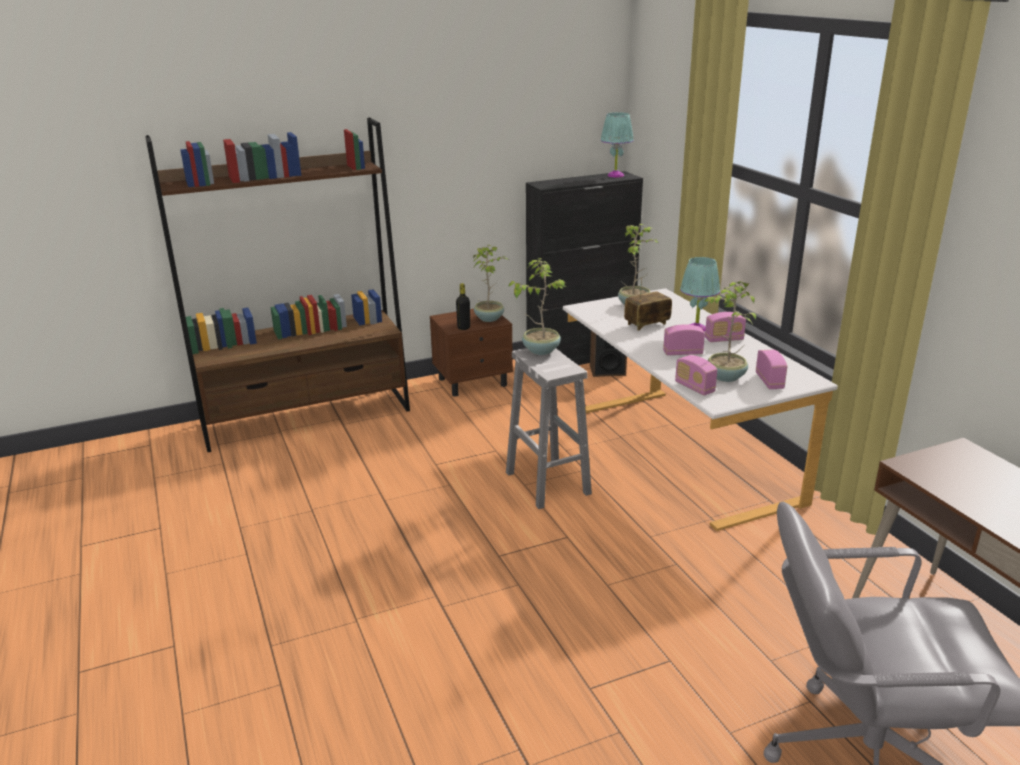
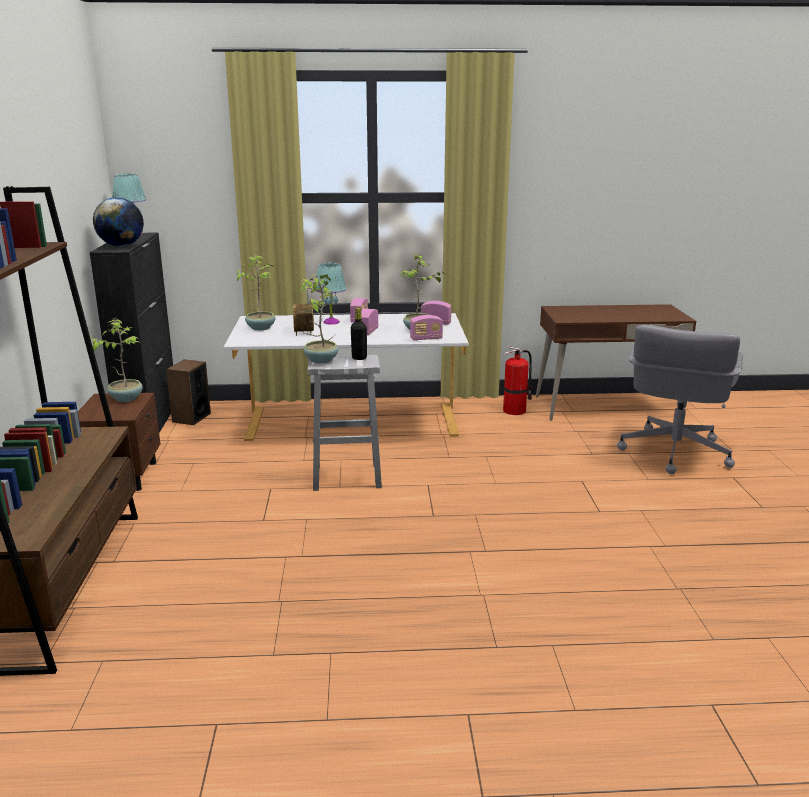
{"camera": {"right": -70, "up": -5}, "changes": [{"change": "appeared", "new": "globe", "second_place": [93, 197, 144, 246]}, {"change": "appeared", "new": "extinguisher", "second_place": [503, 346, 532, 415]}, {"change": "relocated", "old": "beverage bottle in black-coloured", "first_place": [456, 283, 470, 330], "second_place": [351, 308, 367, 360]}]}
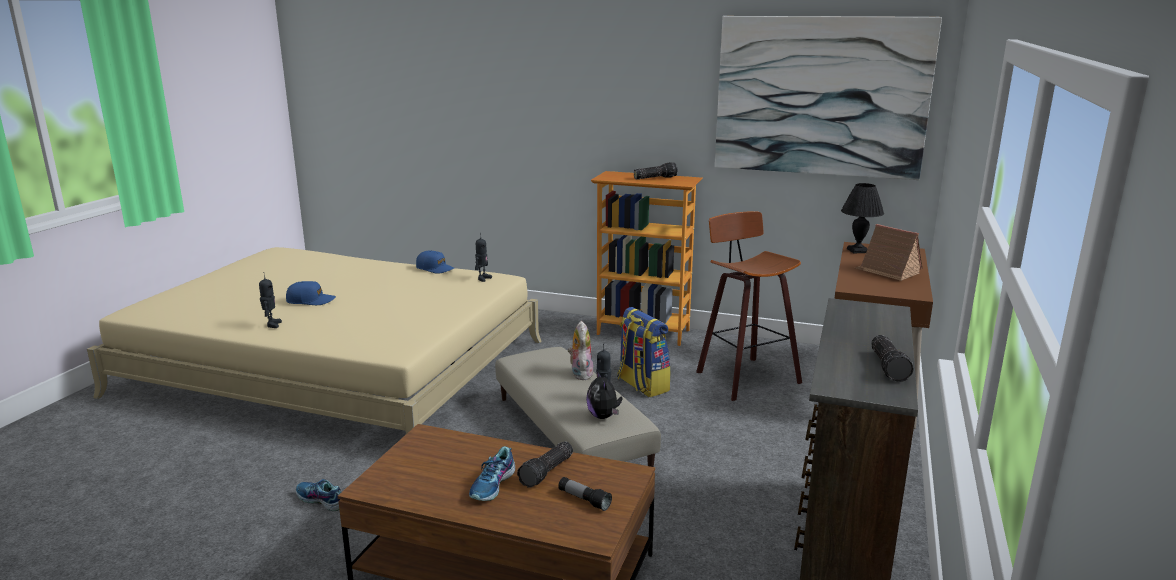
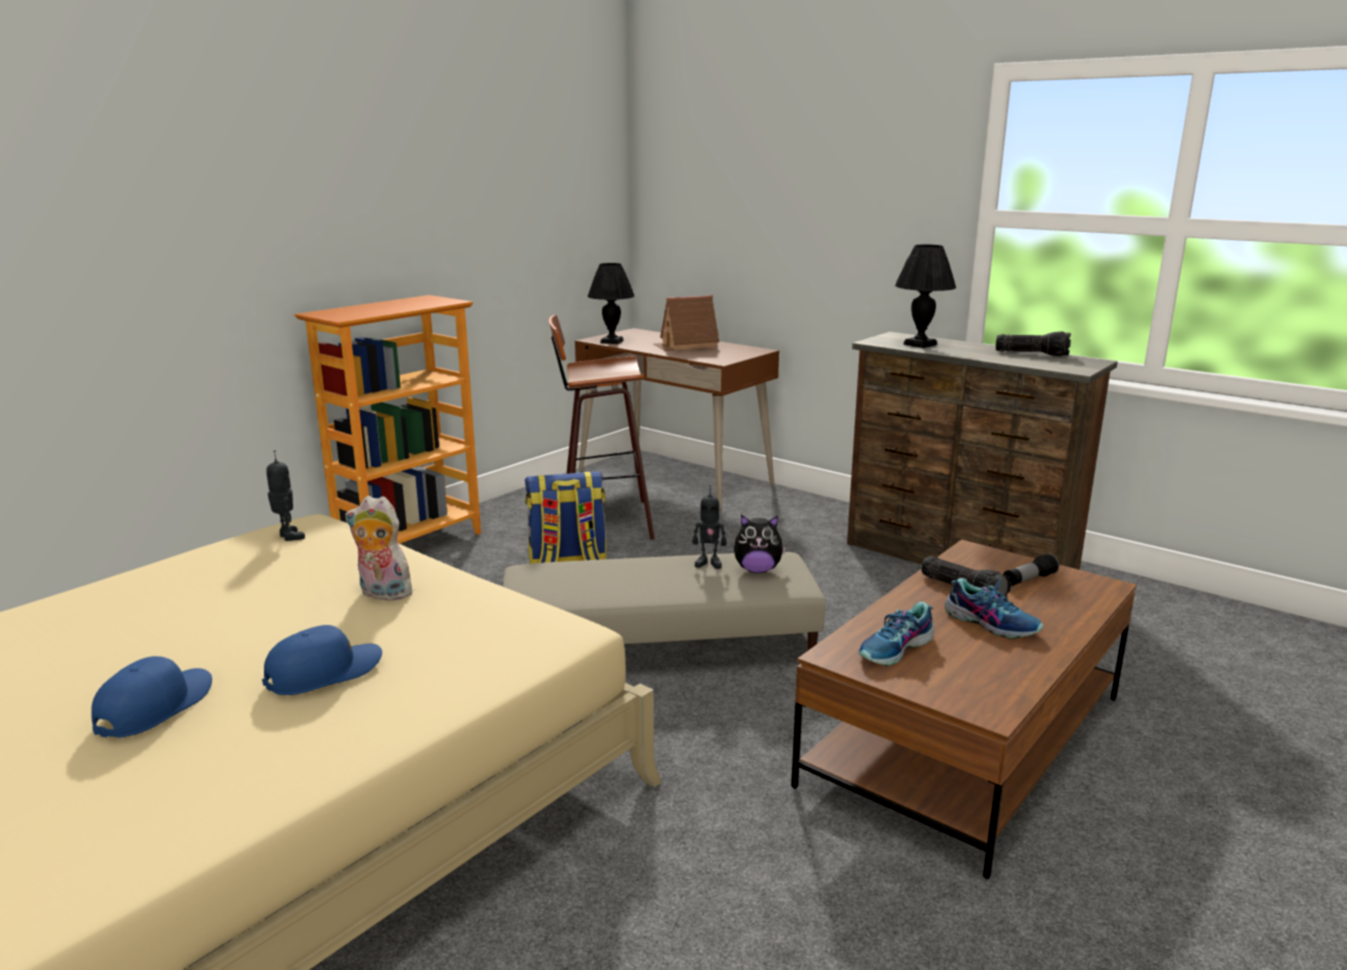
{"camera": {"right": -70, "up": 0}, "changes": [{"change": "missing", "old": "robot figure", "first_place": [259, 275, 282, 328]}, {"change": "missing", "old": "hand torch", "first_place": [634, 162, 678, 180]}, {"change": "missing", "old": "wall picture", "first_place": [715, 16, 942, 180]}, {"change": "appeared", "new": "table lamp in black-coloured", "second_place": [895, 244, 956, 348]}, {"change": "relocated", "old": "shoe", "first_place": [296, 479, 341, 511], "second_place": [859, 602, 934, 666]}, {"change": "relocated", "old": "baseball cap in bluish", "first_place": [416, 251, 454, 274], "second_place": [262, 625, 382, 695]}, {"change": "relocated", "old": "cuddly toy", "first_place": [568, 321, 594, 380], "second_place": [345, 496, 415, 600]}]}
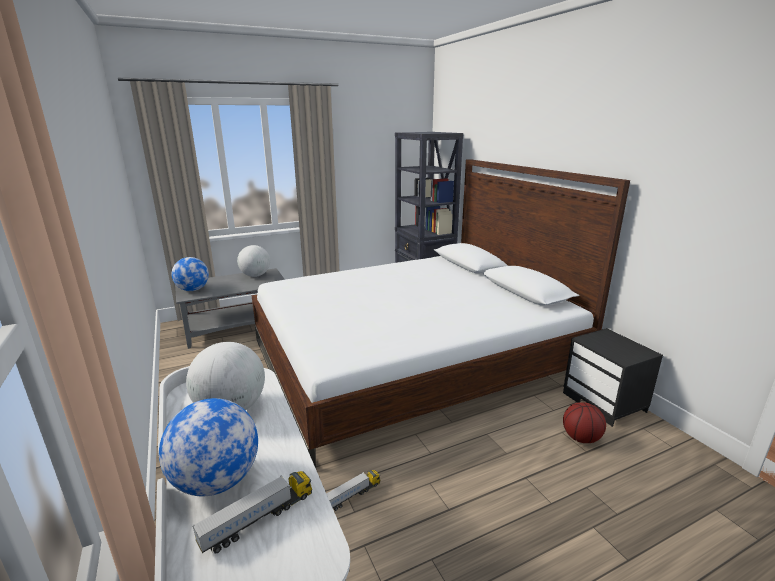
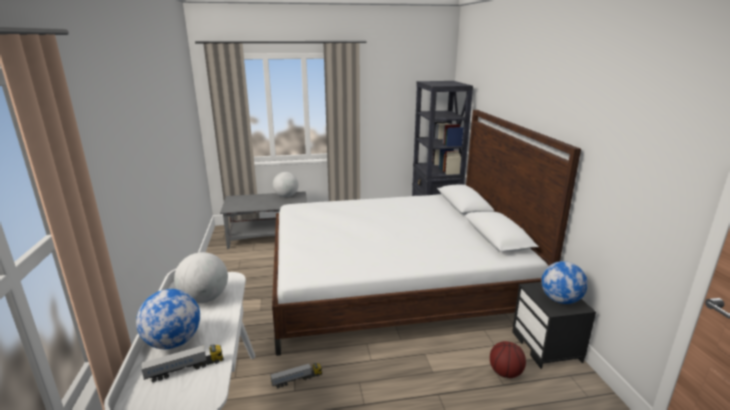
{"camera": {"right": 15, "up": 0}, "changes": [{"change": "relocated", "old": "globe", "first_place": [172, 257, 209, 291], "second_place": [541, 261, 588, 304]}]}
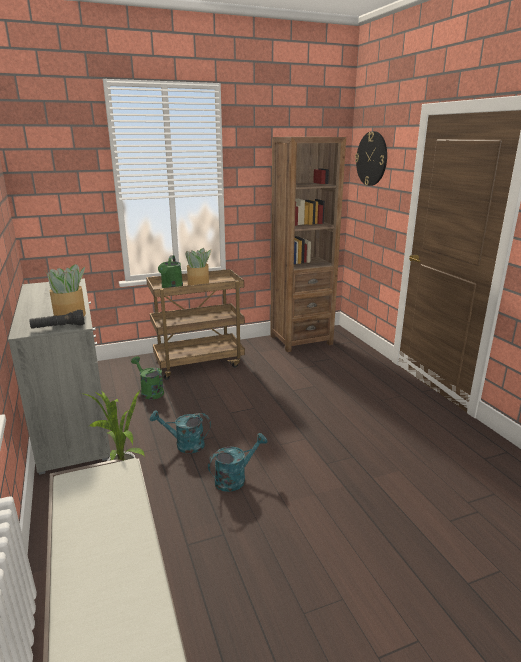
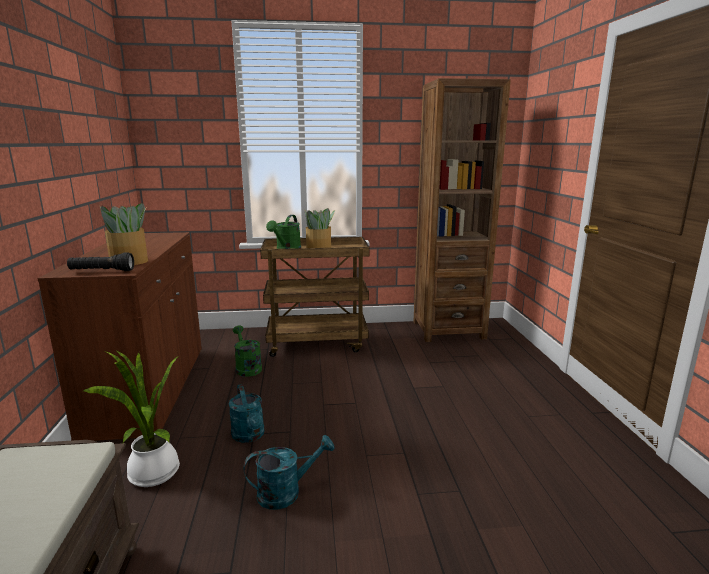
{"camera": {"right": 15, "up": -5}, "changes": [{"change": "missing", "old": "clock on the wall", "first_place": [355, 131, 387, 186]}, {"change": "colour", "old": "cupboard in greyish", "new": "cupboard in brownish", "first_place": [8, 278, 110, 475], "second_place": [37, 232, 202, 441]}, {"change": "spun", "old": "watering can in blue-green", "first_place": [150, 410, 211, 454], "second_place": [229, 384, 265, 443], "degrees": -135}]}
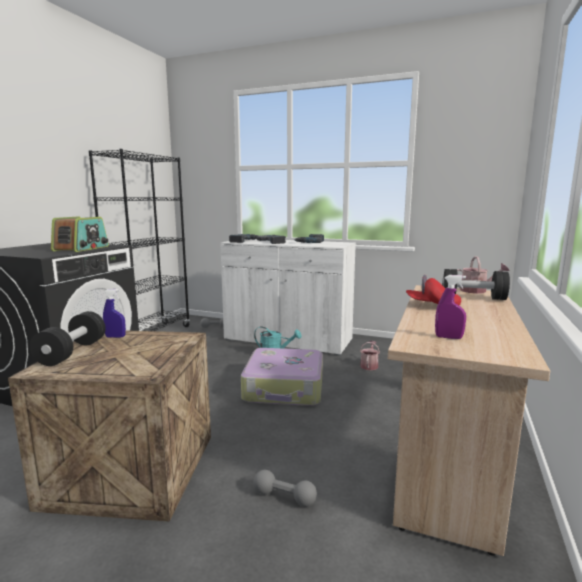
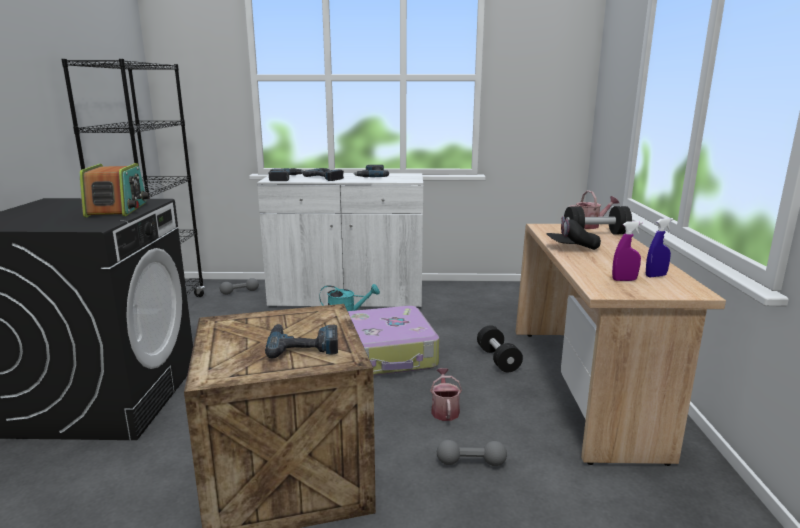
{"camera": {"right": -20, "up": 5}, "changes": [{"change": "appeared", "new": "electric drill", "second_place": [265, 324, 338, 358]}, {"change": "relocated", "old": "free weight in black-coloured", "first_place": [30, 311, 106, 366], "second_place": [477, 325, 523, 372]}, {"change": "relocated", "old": "sprayer in bluish", "first_place": [103, 289, 126, 338], "second_place": [646, 218, 673, 278]}, {"change": "relocated", "old": "watering can", "first_place": [360, 341, 380, 370], "second_place": [430, 368, 462, 421]}, {"change": "colour", "old": "baseball cap in red-coloured", "new": "baseball cap in black-coloured", "first_place": [406, 275, 461, 306], "second_place": [546, 216, 601, 250]}]}
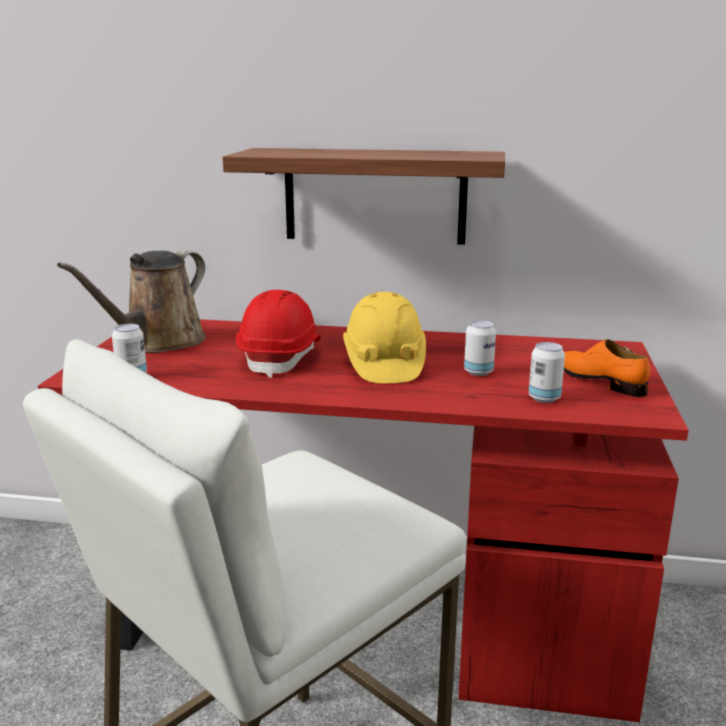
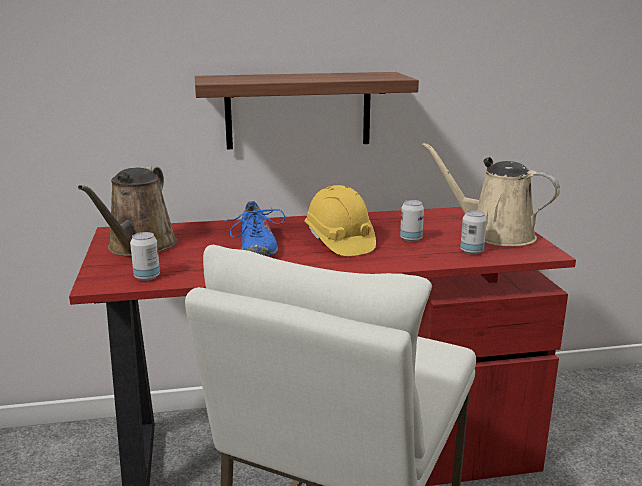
{"camera": {"right": -20, "up": 0}, "changes": [{"change": "exchanged", "old": "work helmet in red-coloured", "new": "shoe in bluish", "first_place": [236, 290, 321, 378], "second_place": [224, 201, 285, 256]}, {"change": "exchanged", "old": "shoe in orangey", "new": "watering can in sand-coloured", "first_place": [564, 339, 650, 397], "second_place": [422, 142, 560, 246]}]}
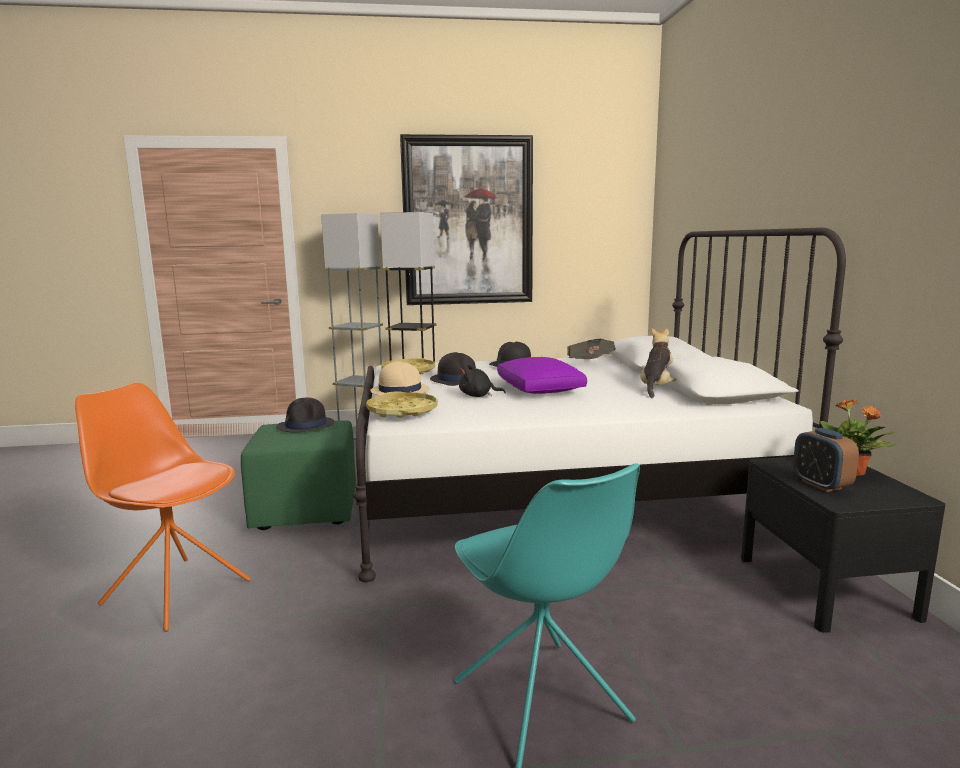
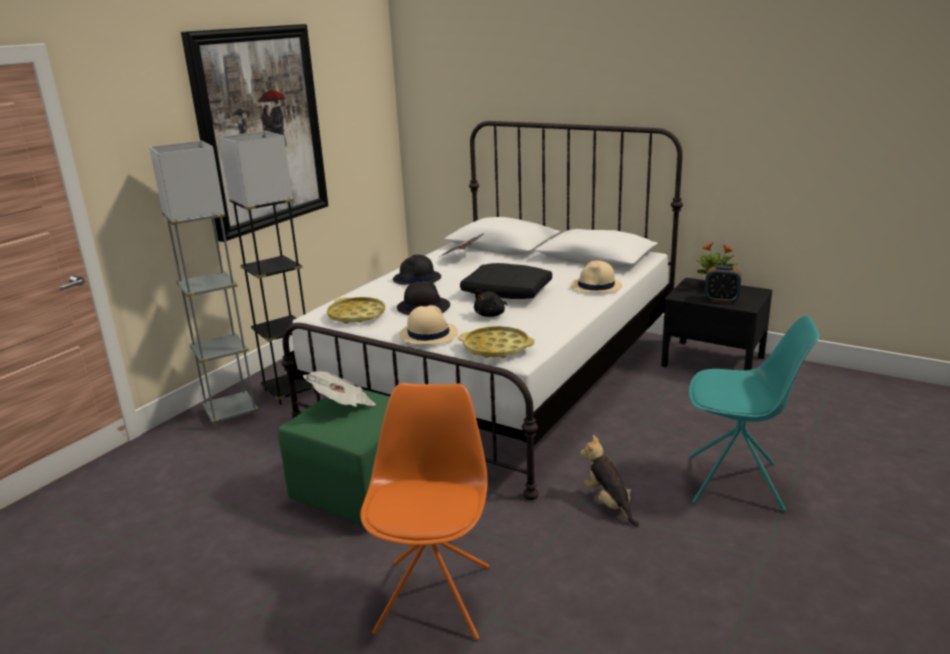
{"camera": {"right": -50, "up": 10}, "changes": [{"change": "appeared", "new": "clothing hat in sand-coloured", "second_place": [570, 261, 622, 293]}, {"change": "relocated", "old": "cuddly toy", "first_place": [641, 328, 676, 398], "second_place": [580, 435, 639, 527]}, {"change": "exchanged", "old": "clothing hat in black-coloured", "new": "printed paper", "first_place": [276, 398, 334, 432], "second_place": [303, 371, 376, 407]}, {"change": "colour", "old": "cushion in purplish", "new": "cushion in black-coloured", "first_place": [497, 357, 587, 394], "second_place": [460, 263, 552, 299]}, {"change": "spun", "old": "upright chair in orangey", "first_place": [75, 383, 251, 632], "second_place": [360, 383, 489, 640], "degrees": 120}]}
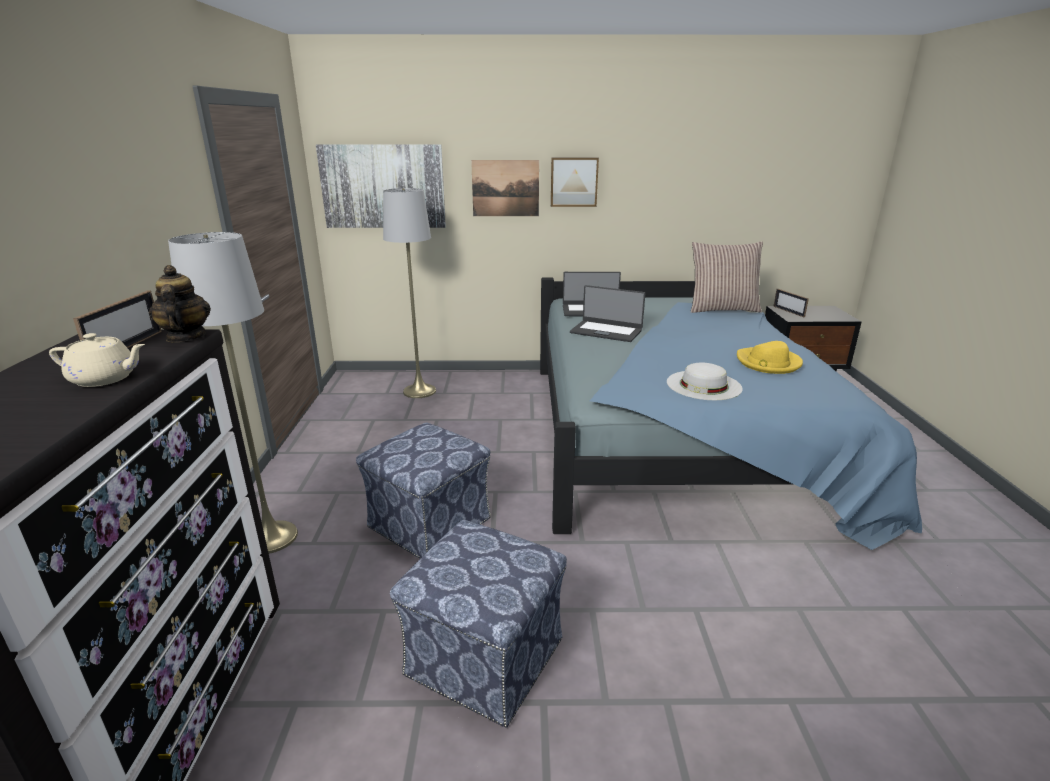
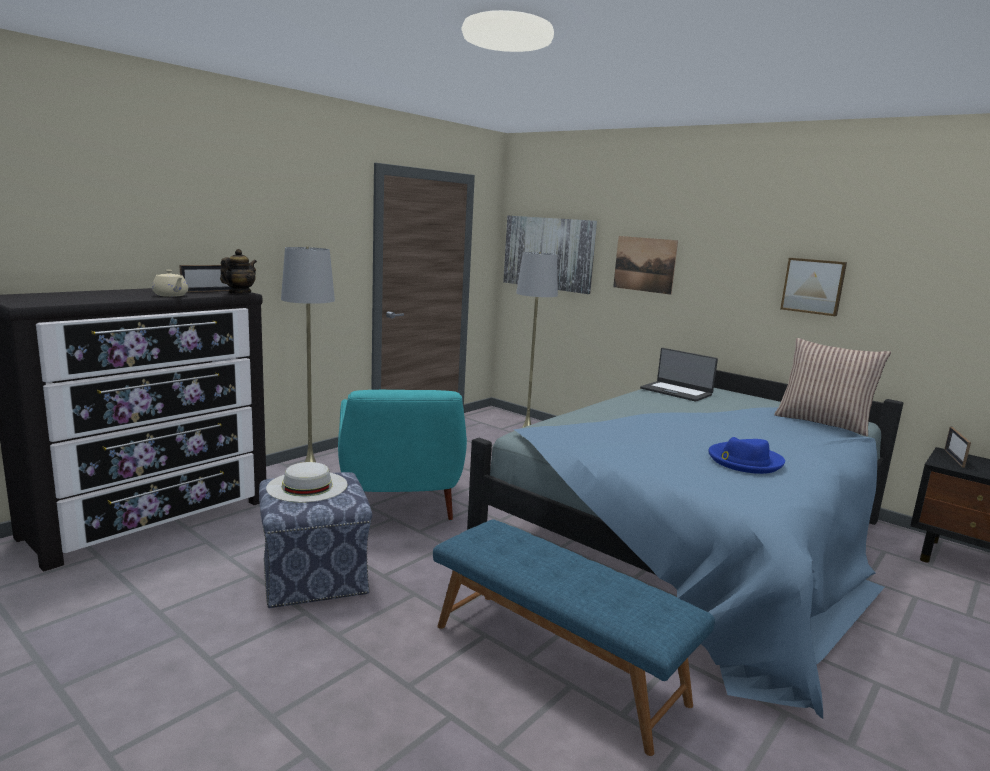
{"camera": {"right": 40, "up": -10}, "changes": [{"change": "missing", "old": "notebook computer", "first_place": [570, 285, 646, 342]}, {"change": "appeared", "new": "bench in bluish", "second_place": [433, 520, 715, 756]}, {"change": "relocated", "old": "wall picture", "first_place": [551, 158, 599, 207], "second_place": [780, 258, 847, 316]}, {"change": "relocated", "old": "clothing hat in white", "first_place": [667, 363, 743, 400], "second_place": [266, 462, 347, 502]}, {"change": "exchanged", "old": "pouffe", "new": "armchair in blue-green", "first_place": [356, 422, 491, 559], "second_place": [338, 390, 467, 520]}, {"change": "colour", "old": "clothing hat in yellowish", "new": "clothing hat in bluish", "first_place": [737, 341, 803, 374], "second_place": [708, 437, 785, 474]}]}
